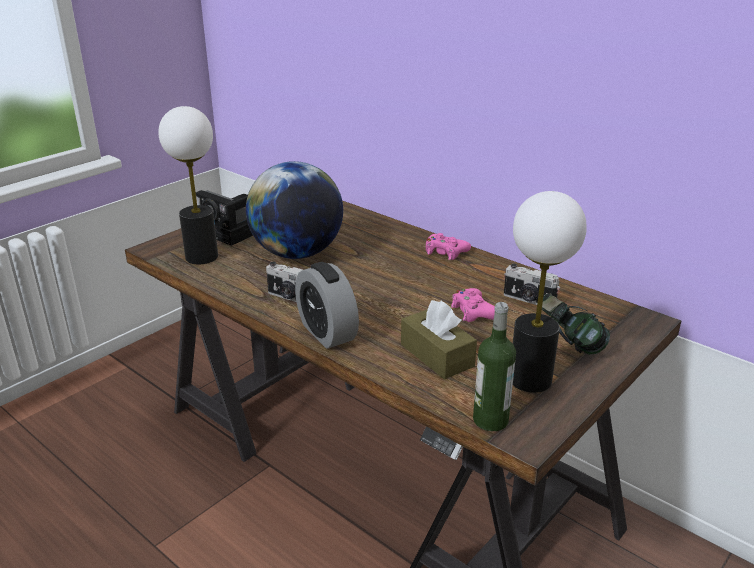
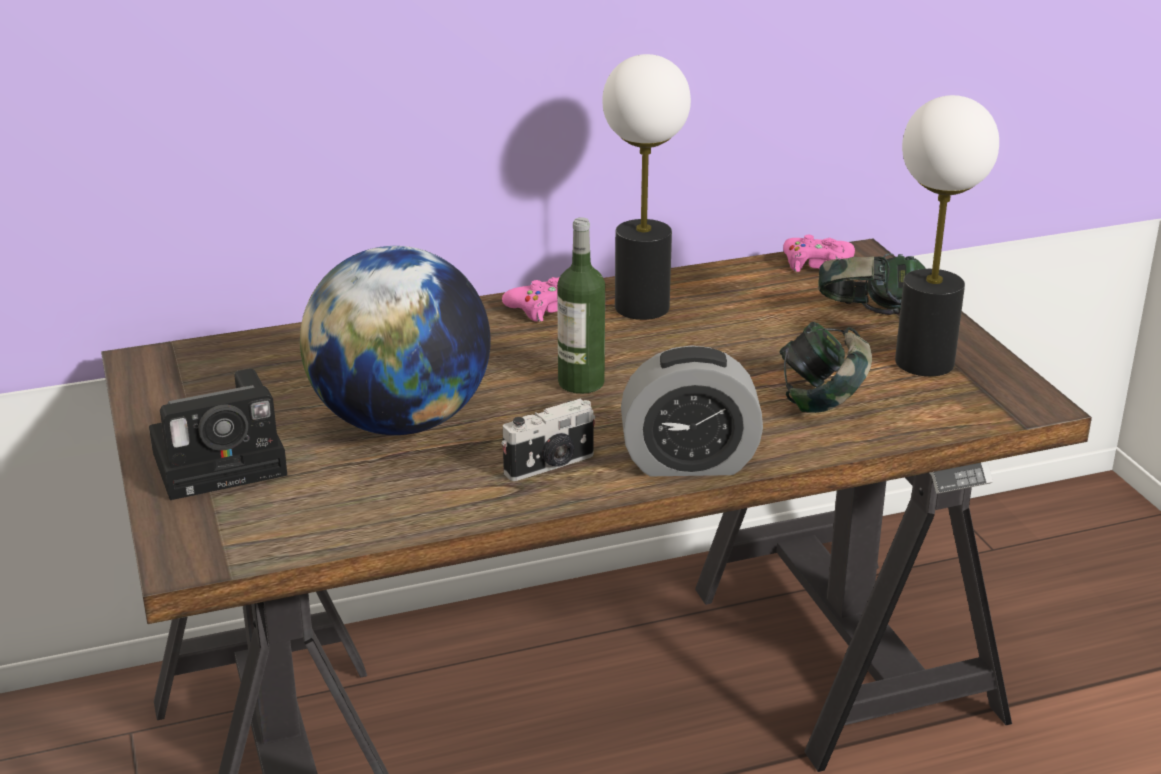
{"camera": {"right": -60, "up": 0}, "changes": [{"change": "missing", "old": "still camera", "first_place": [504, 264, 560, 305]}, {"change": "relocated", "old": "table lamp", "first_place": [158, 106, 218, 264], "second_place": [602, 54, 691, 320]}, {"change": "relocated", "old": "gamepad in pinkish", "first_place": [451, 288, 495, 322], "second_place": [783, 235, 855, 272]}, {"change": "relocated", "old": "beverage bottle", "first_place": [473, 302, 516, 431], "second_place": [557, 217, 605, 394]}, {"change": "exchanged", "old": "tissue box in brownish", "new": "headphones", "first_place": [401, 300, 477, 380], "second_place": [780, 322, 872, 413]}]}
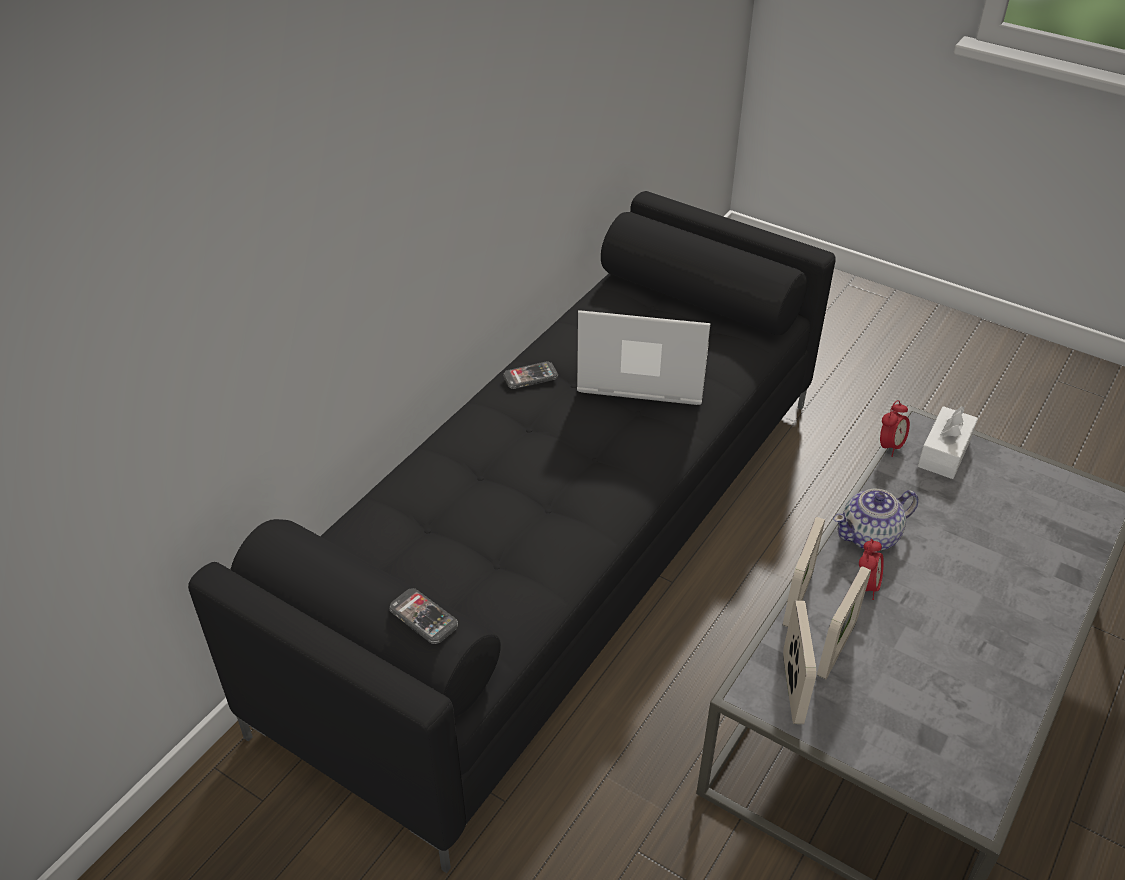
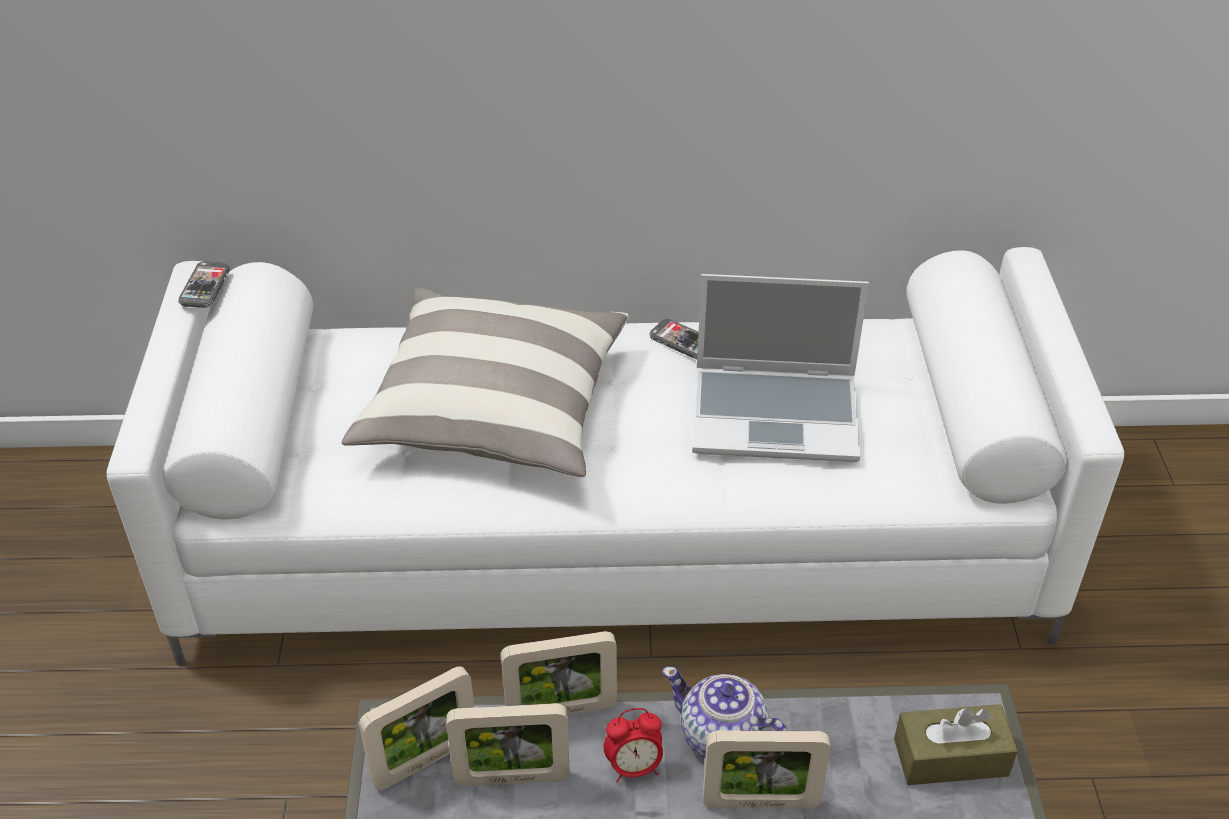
{"camera": {"right": 55, "up": 0}, "changes": [{"change": "missing", "old": "bedside clock", "first_place": [880, 400, 910, 457]}, {"change": "appeared", "new": "cushion", "second_place": [342, 288, 629, 477]}, {"change": "appeared", "new": "picture frame", "second_place": [703, 730, 830, 809]}, {"change": "relocated", "old": "handset", "first_place": [389, 588, 458, 644], "second_place": [178, 261, 230, 308]}, {"change": "colour", "old": "couch in black-coloured", "new": "couch in white", "first_place": [188, 191, 836, 873], "second_place": [107, 247, 1124, 665]}, {"change": "colour", "old": "tissue box in white", "new": "tissue box in brownish", "first_place": [918, 406, 978, 479], "second_place": [894, 704, 1018, 785]}, {"change": "spun", "old": "notebook computer", "first_place": [577, 310, 710, 405], "second_place": [692, 274, 869, 462], "degrees": 120}]}
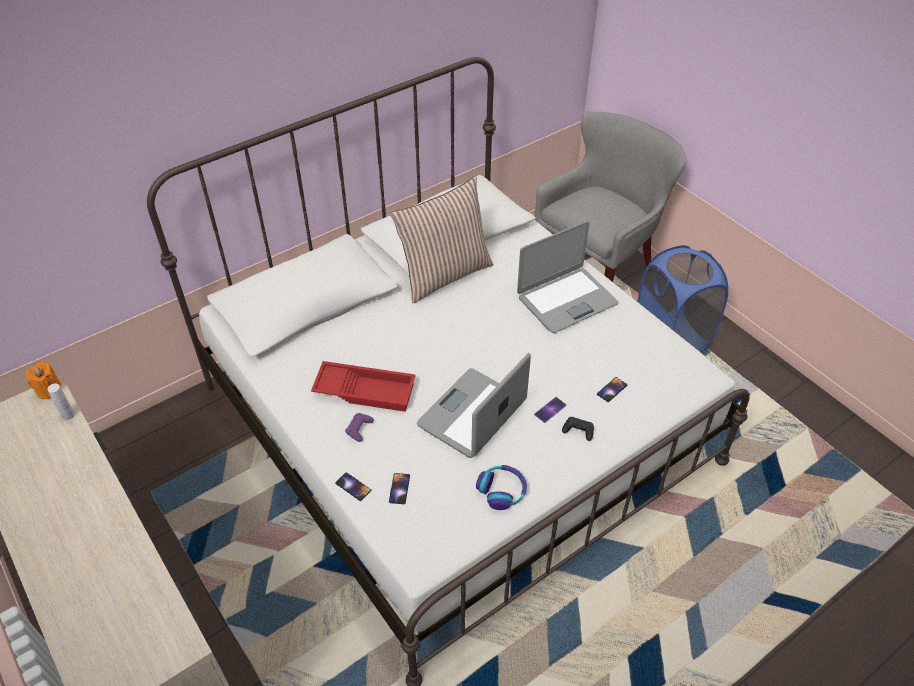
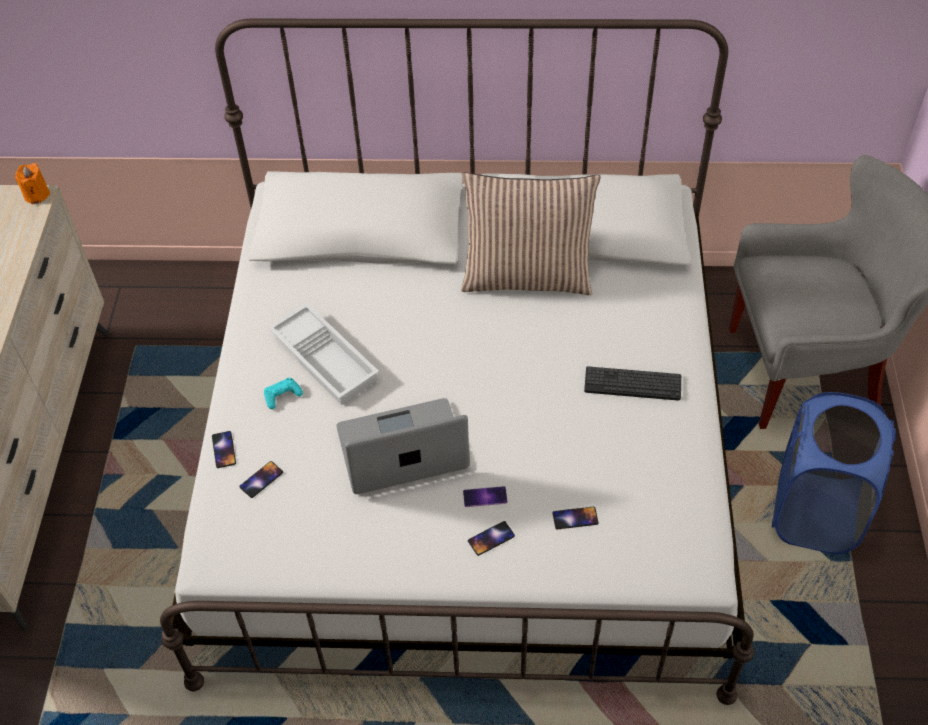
{"camera": {"right": 40, "up": 5}, "changes": [{"change": "missing", "old": "beverage bottle in white", "first_place": [47, 383, 75, 420]}, {"change": "missing", "old": "headphones", "first_place": [476, 465, 527, 510]}, {"change": "exchanged", "old": "notebook computer", "new": "keyboard", "first_place": [517, 221, 618, 333], "second_place": [584, 366, 681, 401]}, {"change": "exchanged", "old": "gamepad in black-coloured", "new": "handset", "first_place": [562, 417, 594, 441], "second_place": [468, 521, 515, 556]}, {"change": "colour", "old": "carrying tray in red-coloured", "new": "carrying tray in white", "first_place": [311, 361, 416, 412], "second_place": [268, 303, 379, 405]}, {"change": "colour", "old": "gamepad in purplish", "new": "gamepad in blue-green", "first_place": [345, 413, 374, 442], "second_place": [264, 378, 303, 409]}]}
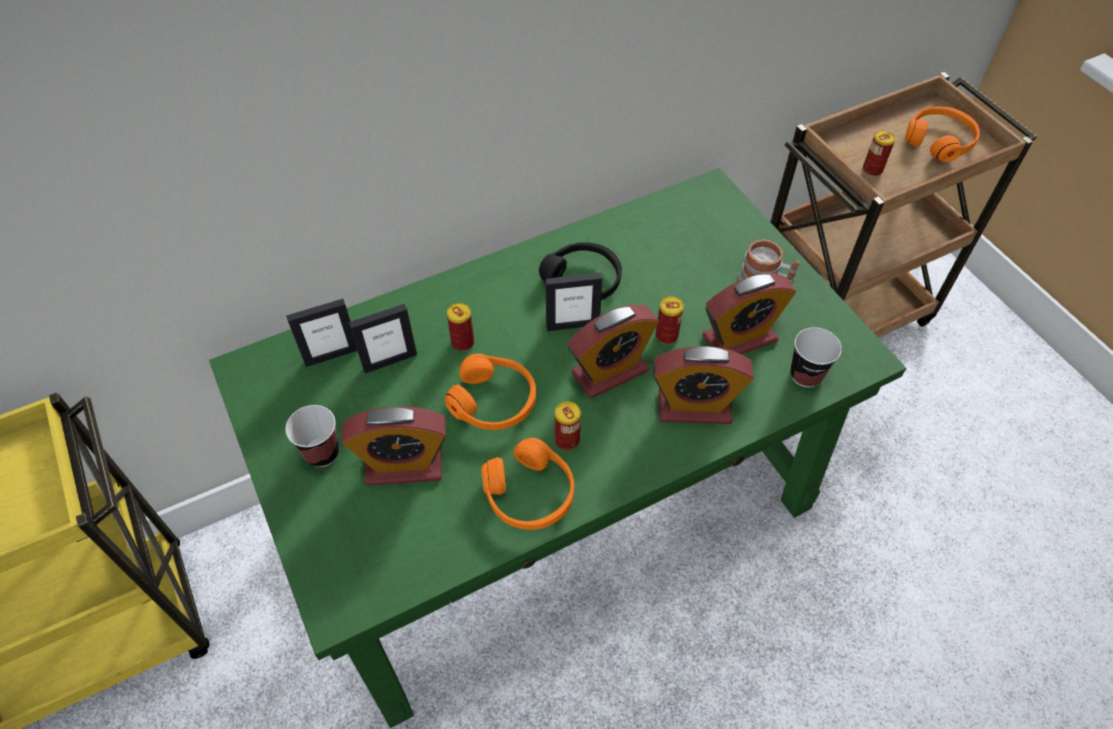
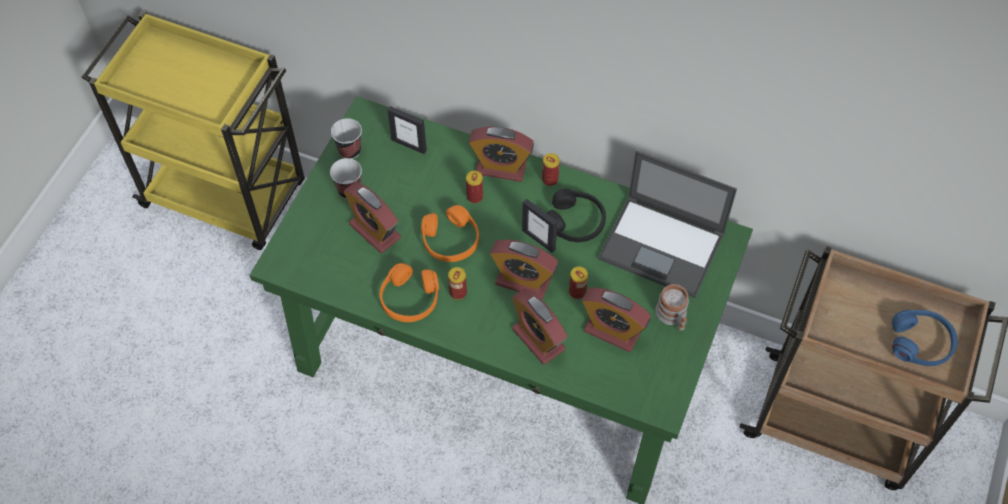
{"camera": {"right": 50, "up": 5}, "changes": [{"change": "missing", "old": "picture frame", "first_place": [349, 304, 417, 373]}, {"change": "appeared", "new": "bedside clock", "second_place": [468, 126, 534, 182]}, {"change": "appeared", "new": "notebook computer", "second_place": [598, 151, 737, 298]}, {"change": "relocated", "old": "drinking cup", "first_place": [790, 327, 842, 388], "second_place": [331, 118, 362, 159]}, {"change": "relocated", "old": "metal can", "first_place": [863, 130, 896, 176], "second_place": [542, 153, 560, 186]}, {"change": "colour", "old": "headphones in orangey", "new": "headphones in bluish", "first_place": [905, 106, 980, 162], "second_place": [892, 310, 958, 366]}]}
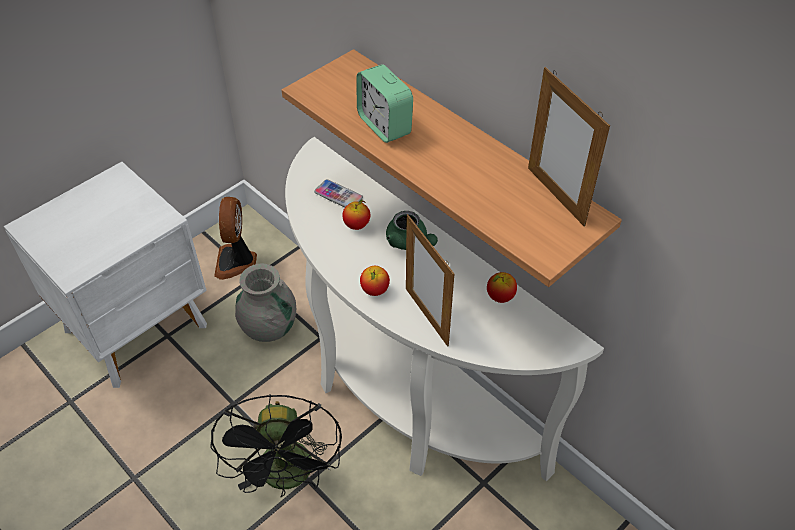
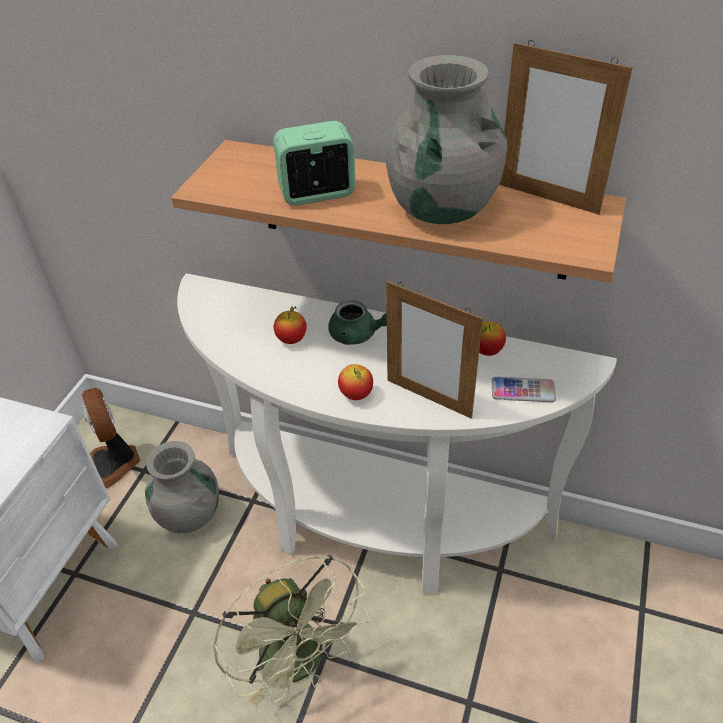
{"camera": {"right": -25, "up": -5}, "changes": [{"change": "appeared", "new": "flower vase in greyish", "second_place": [386, 55, 507, 224]}, {"change": "relocated", "old": "handset", "first_place": [314, 179, 363, 207], "second_place": [492, 377, 556, 402]}, {"change": "colour", "old": "cooling fan in black-coloured", "new": "cooling fan in green-coloured", "first_place": [210, 394, 342, 497], "second_place": [212, 555, 370, 705]}, {"change": "spun", "old": "bedside clock", "first_place": [357, 64, 413, 143], "second_place": [273, 121, 355, 205], "degrees": 135}]}
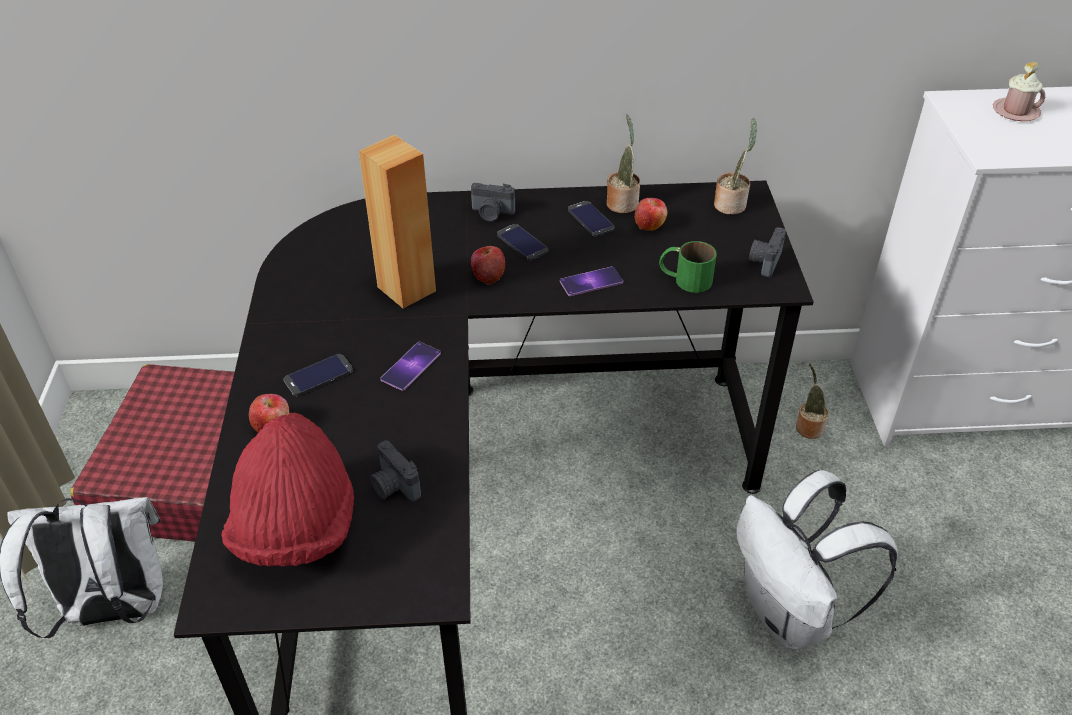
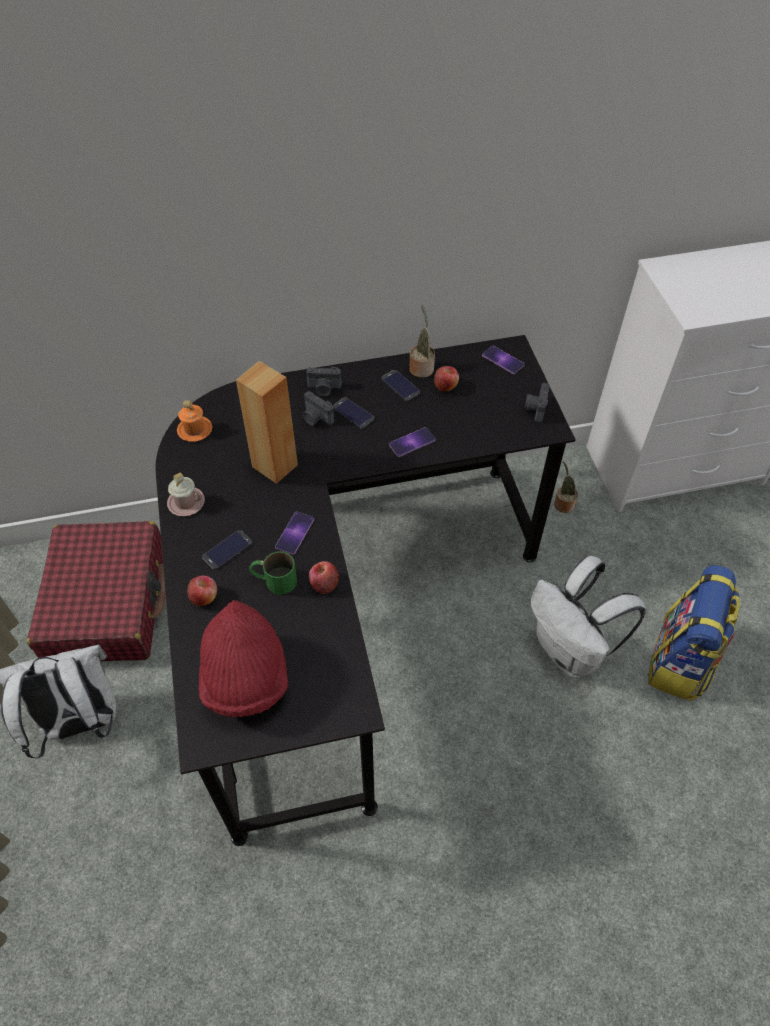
{"camera": {"right": -10, "up": 10}, "changes": [{"change": "appeared", "new": "tea mug in orangey", "second_place": [177, 401, 212, 442]}, {"change": "appeared", "new": "knapsack", "second_place": [648, 565, 740, 701]}, {"change": "relocated", "old": "still camera", "first_place": [370, 440, 421, 502], "second_place": [303, 391, 334, 426]}, {"change": "relocated", "old": "apple fruit", "first_place": [471, 246, 505, 284], "second_place": [309, 561, 339, 594]}, {"change": "relocated", "old": "tea mug in green-coloured", "first_place": [659, 241, 717, 293], "second_place": [249, 551, 297, 595]}, {"change": "relocated", "old": "tea mug in pinkish", "first_place": [993, 62, 1045, 121], "second_place": [167, 472, 205, 516]}, {"change": "exchanged", "old": "potted plant", "new": "handset", "first_place": [714, 118, 757, 215], "second_place": [482, 346, 525, 374]}]}
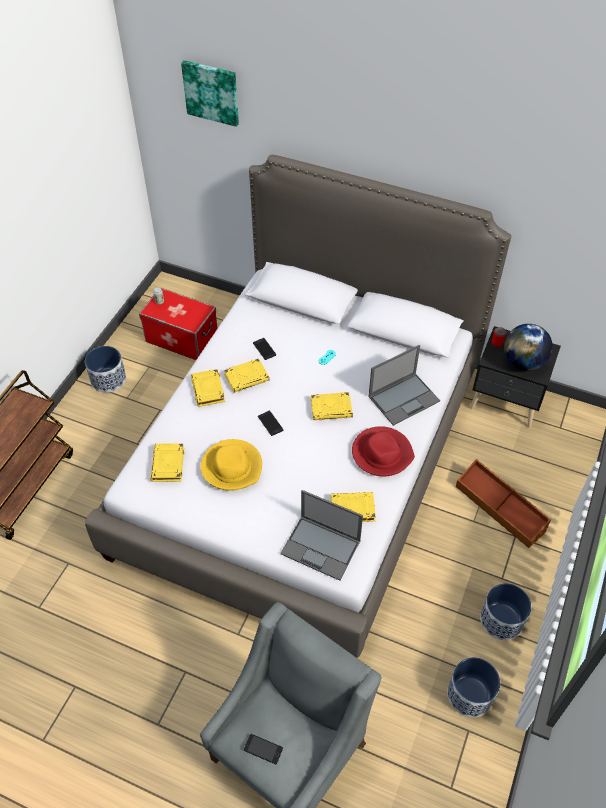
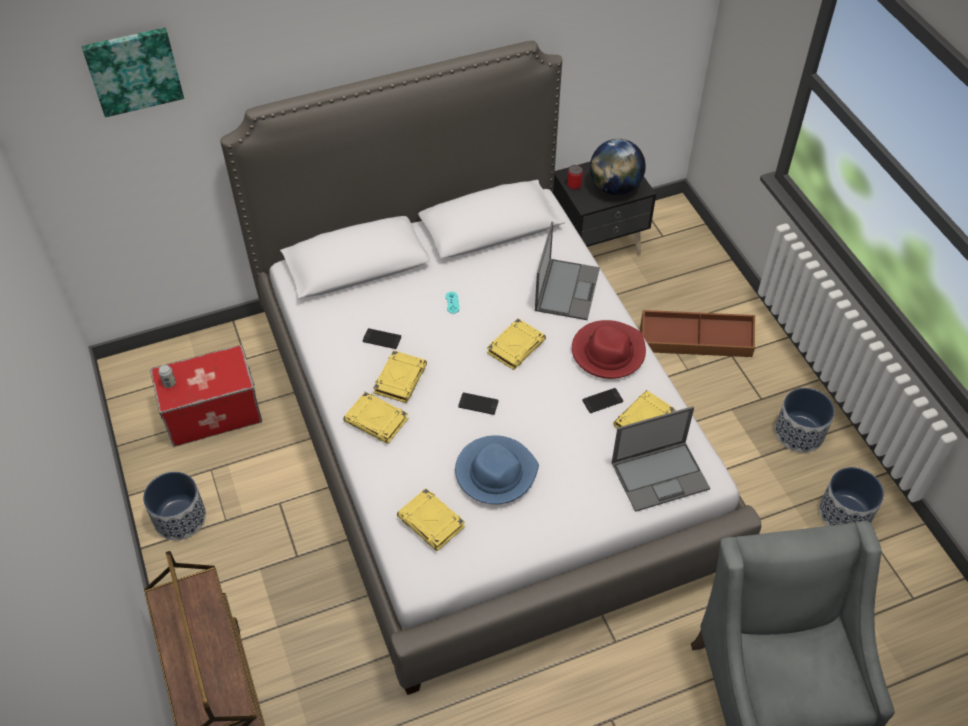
{"camera": {"right": -45, "up": 0}, "changes": [{"change": "relocated", "old": "handset", "first_place": [244, 734, 283, 765], "second_place": [582, 388, 623, 413]}, {"change": "colour", "old": "clothing hat in yellowish", "new": "clothing hat in bluish", "first_place": [201, 439, 262, 491], "second_place": [455, 435, 539, 504]}]}
